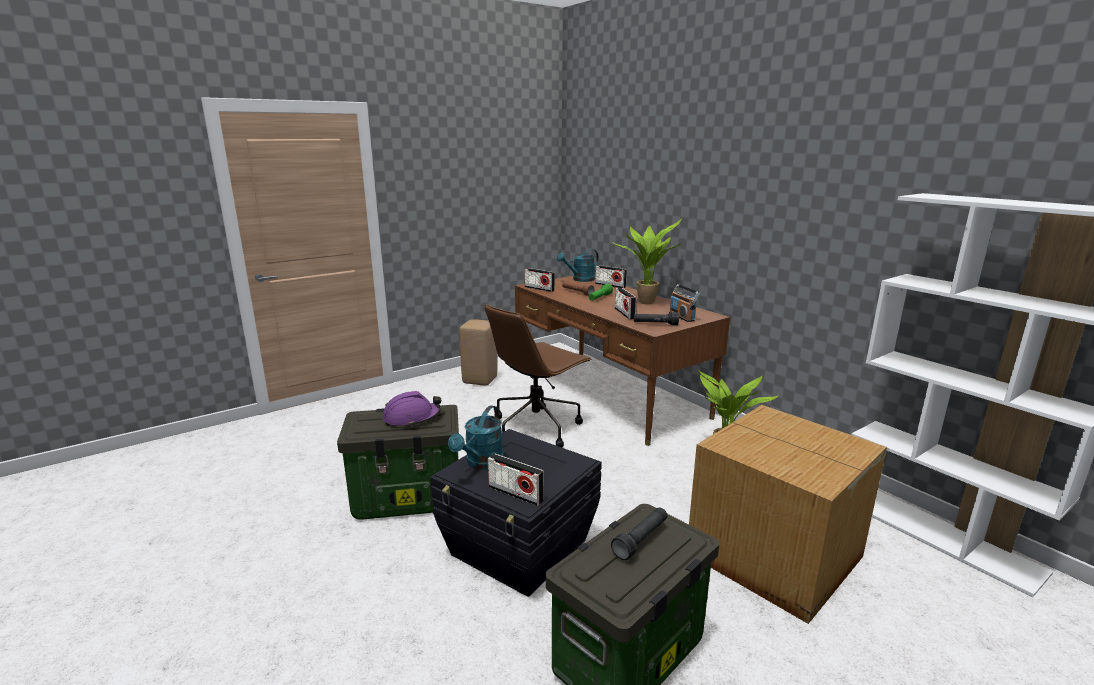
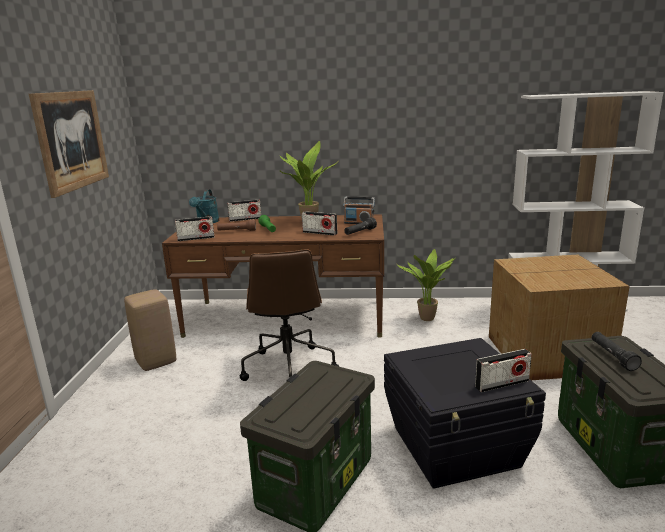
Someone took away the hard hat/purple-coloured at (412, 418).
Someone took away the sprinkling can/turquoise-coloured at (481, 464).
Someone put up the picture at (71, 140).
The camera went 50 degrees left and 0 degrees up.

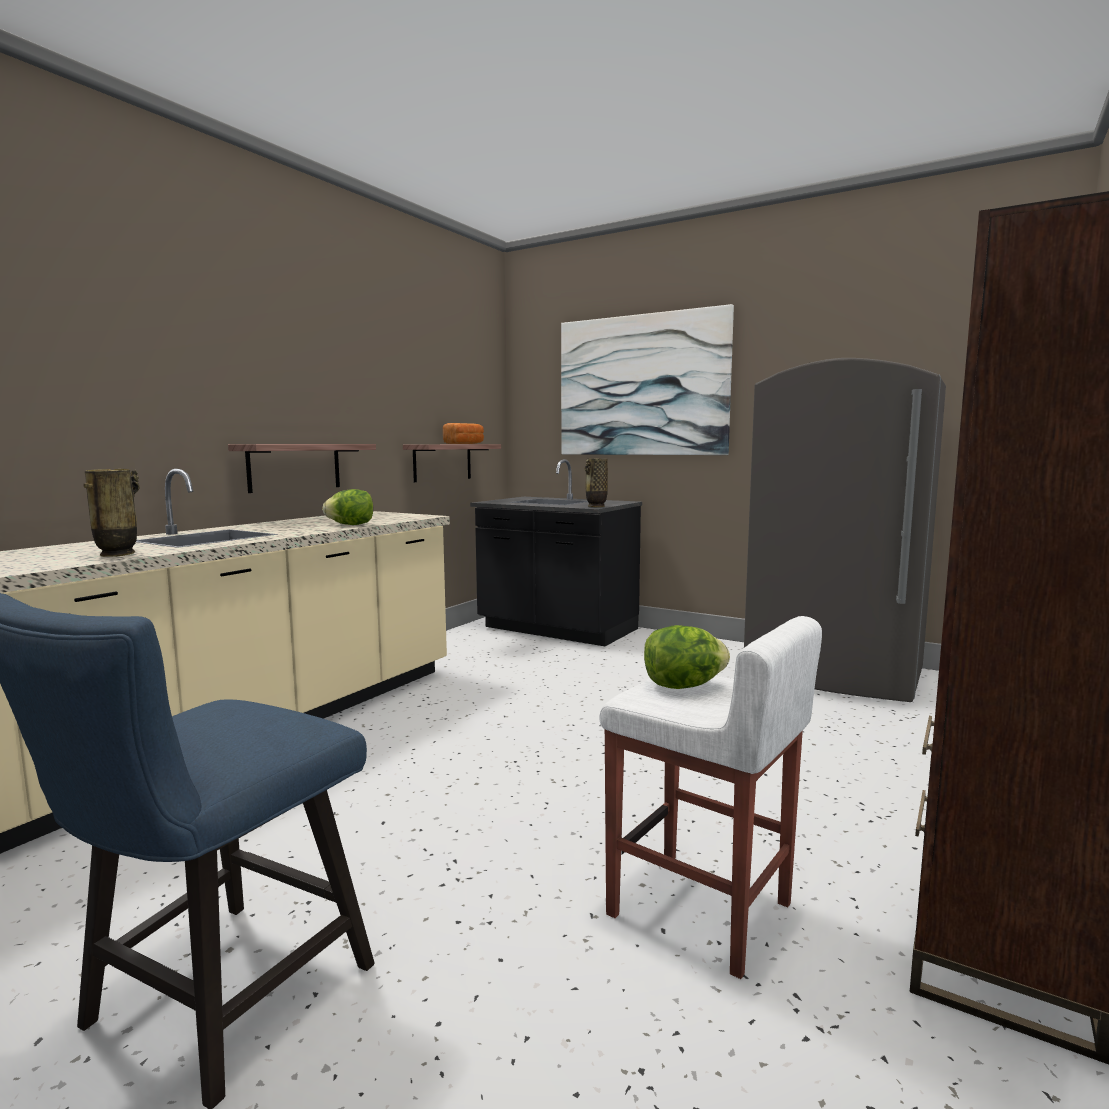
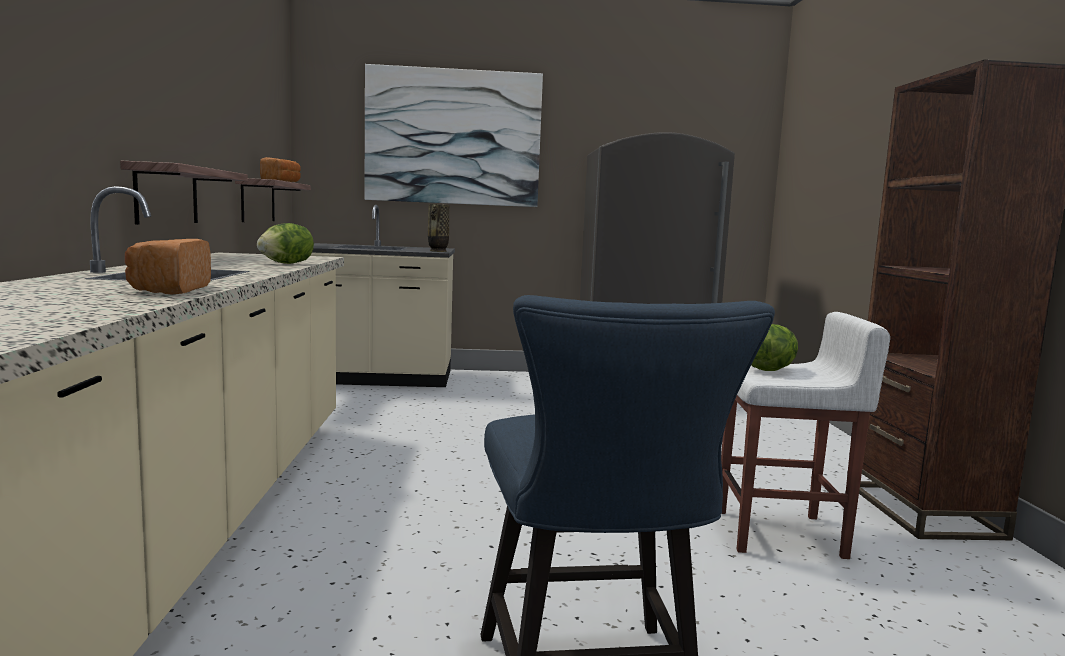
Someone swapped the vase at (118, 554) for the bread at (169, 289).
Someone repainted the kitchen base unit/black-coloured at (557, 629), which became the kitchen base unit/beige at (377, 378).
The camera went 35 degrees left and 0 degrees up.

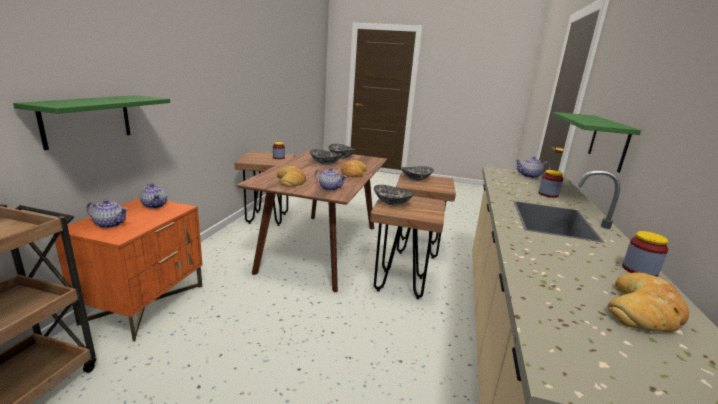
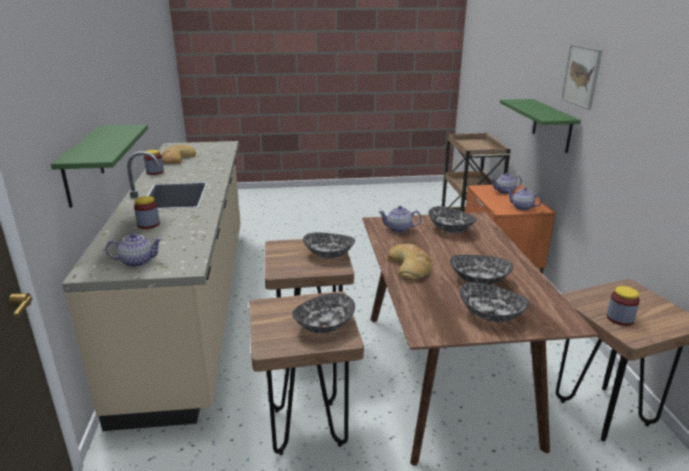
Someone put up the picture at (581, 76).
Someone swapped the bread at (291, 181) for the serving bowl at (451, 229).
The camera went 160 degrees right and 5 degrees up.

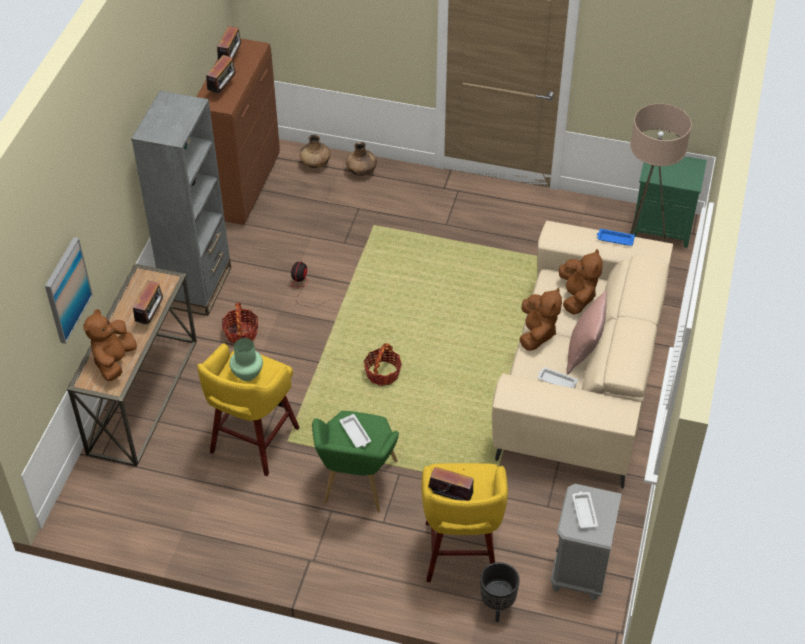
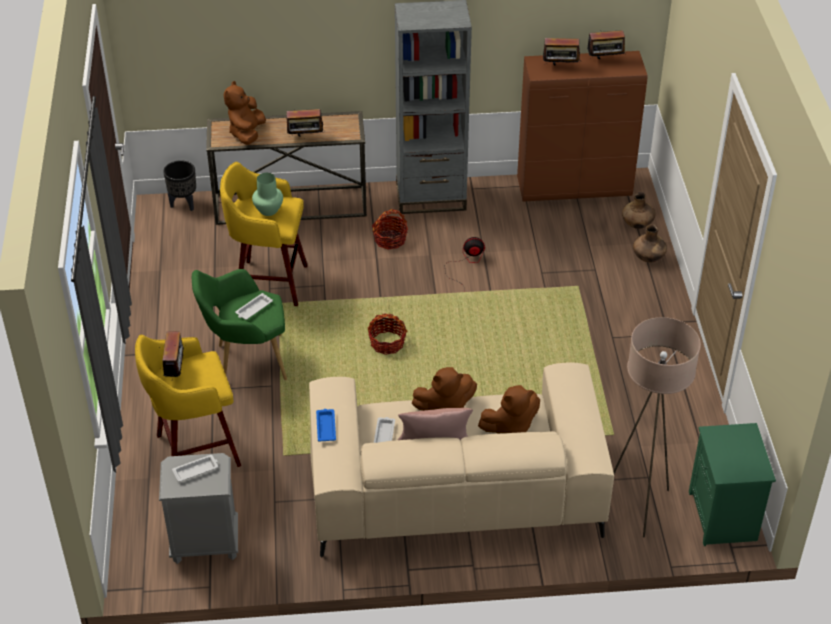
Someone took away the picture at (67, 290).
Someone carried the flower pot/black-coloured from (497, 607) to (183, 204).
Someone carried the serving tray/blue-coloured from (614, 239) to (326, 427).
Someone rotated the soft toy/brown at (114, 361) by 75 degrees counterclockwise.
The camera went 70 degrees right and 5 degrees down.

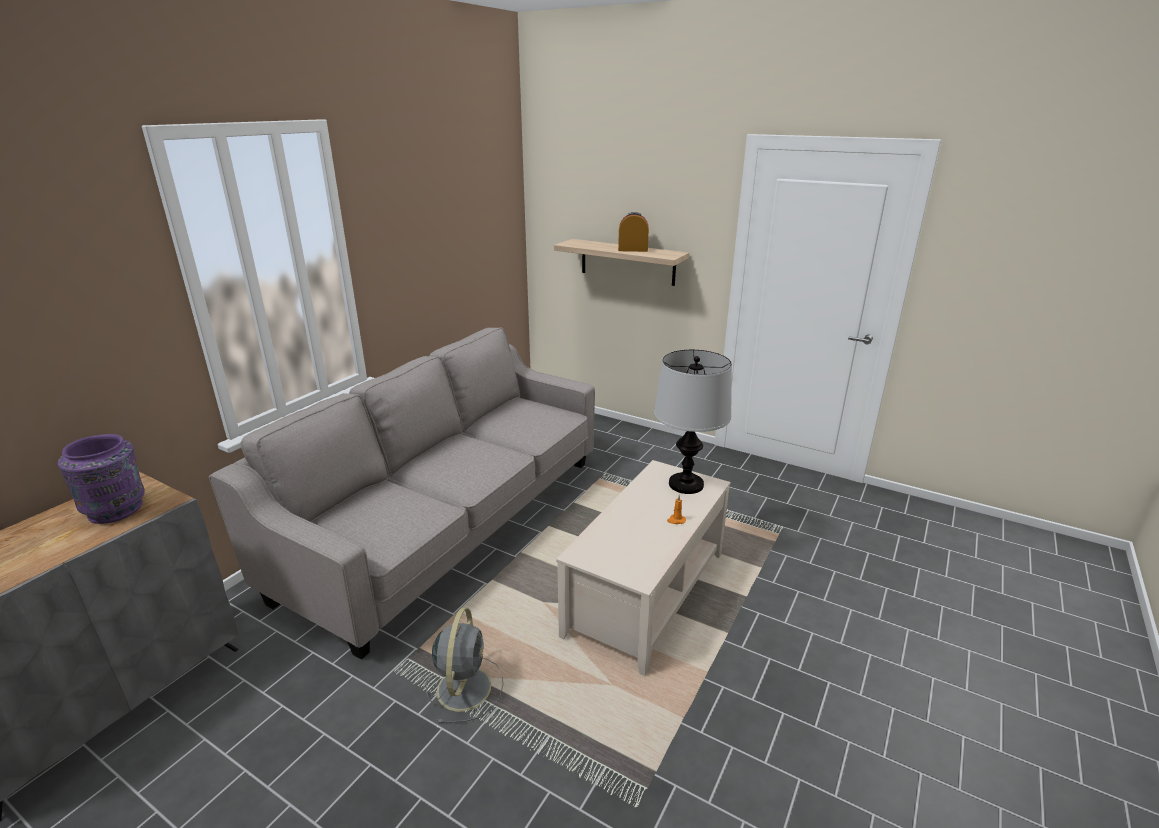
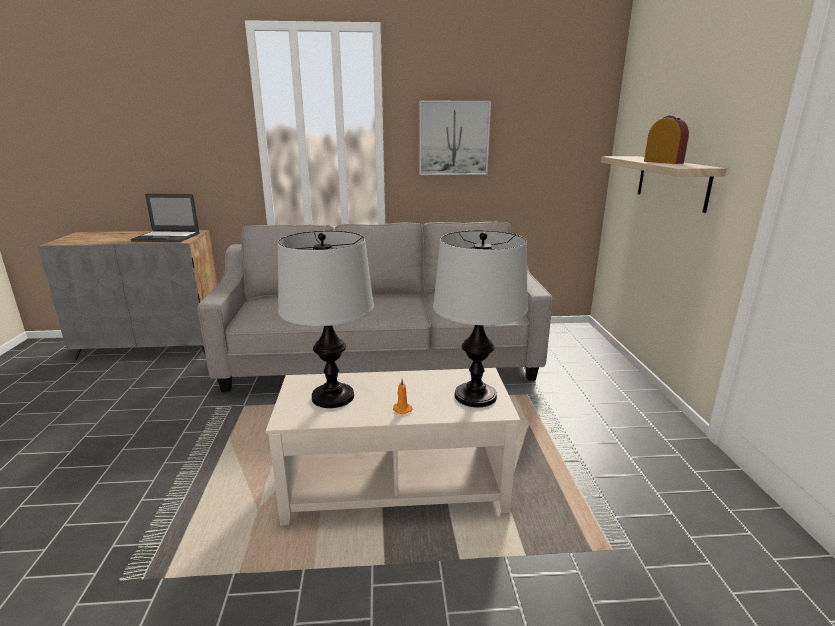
Someone took away the cooling fan/greyish at (465, 686).
Someone put down the table lamp at (332, 396).
Someone put up the picture at (453, 138).
Someone swapped the vase/purple-coloured at (117, 510) for the notebook computer at (167, 237).
The camera went 55 degrees right and 5 degrees down.

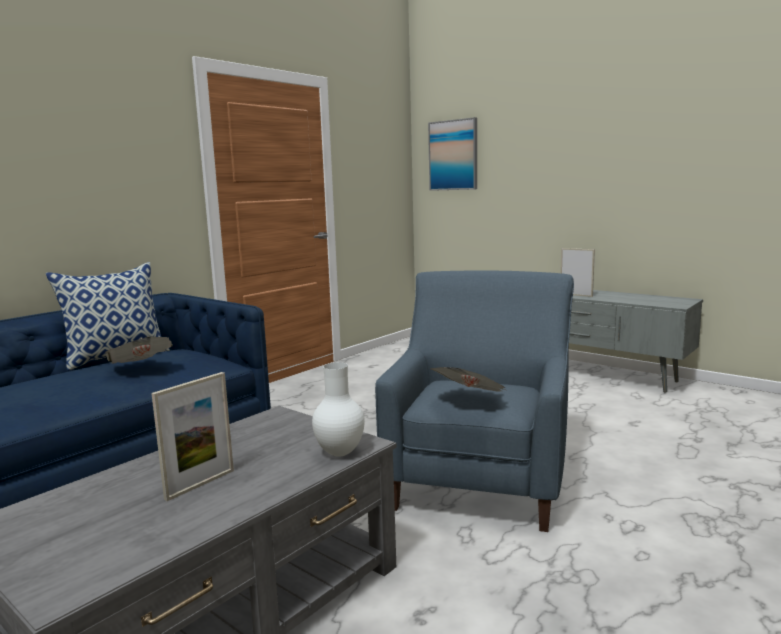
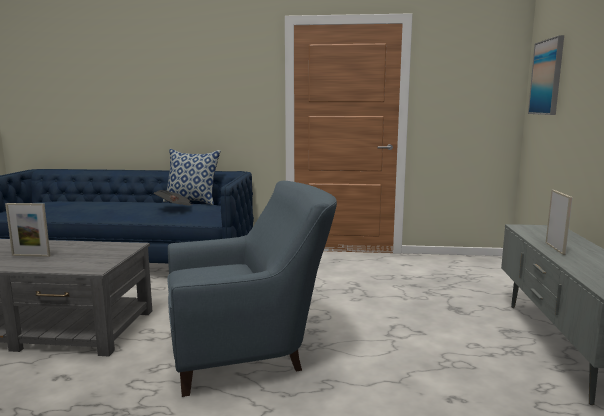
Someone took away the vase/white-coloured at (341, 453).
Someone took away the daily paper at (471, 400).
The camera went 55 degrees right and 0 degrees up.

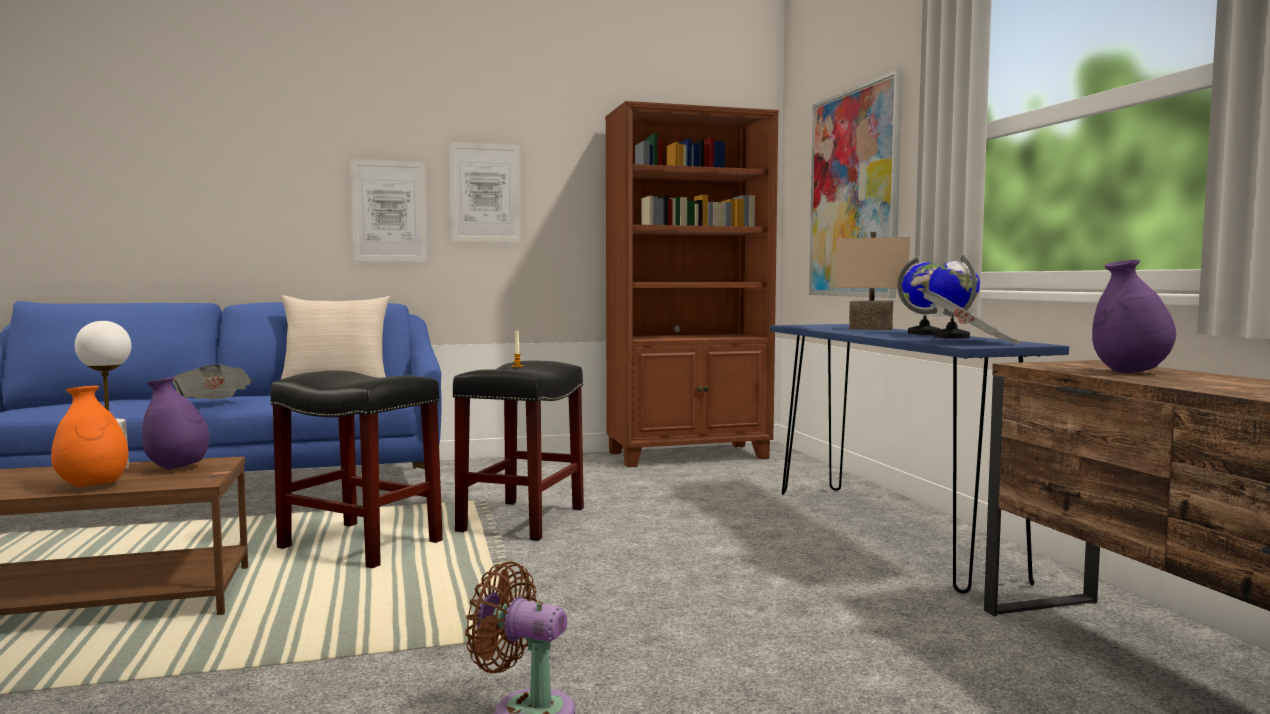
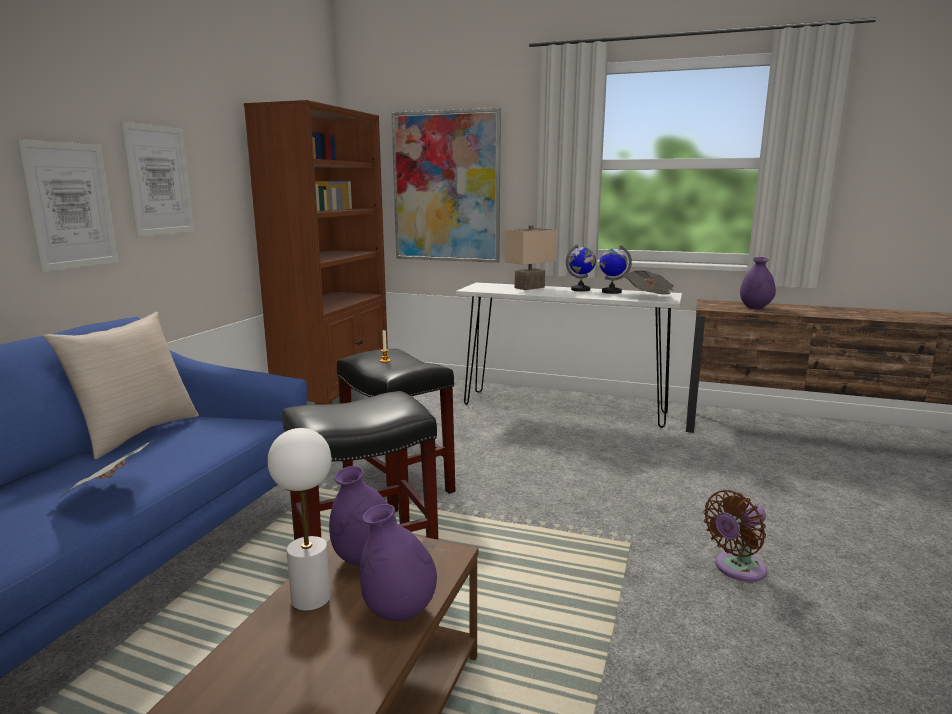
Someone repainted the vase/orange at (92, 486), which became the vase/purple-coloured at (399, 613).
Someone repainted the console table/blue-coloured at (886, 531), which became the console table/white-coloured at (563, 408).
The camera went 55 degrees left and 10 degrees up.

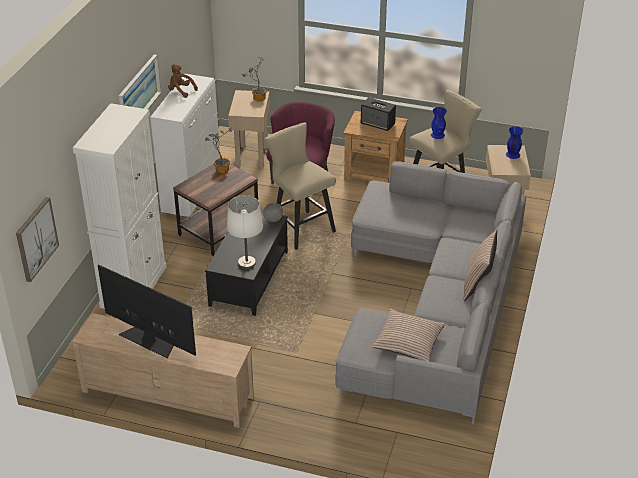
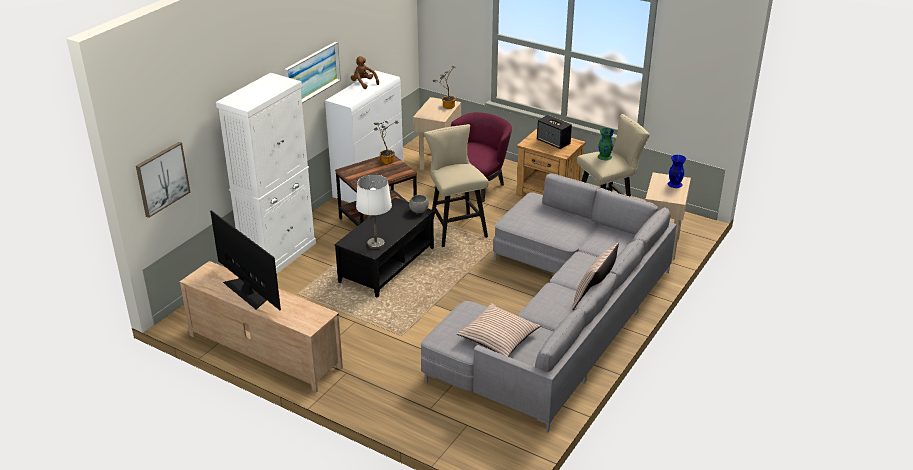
Someone repainted the vase/blue-coloured at (438, 135), which became the vase/green at (604, 157).
The camera went 15 degrees right and 5 degrees down.

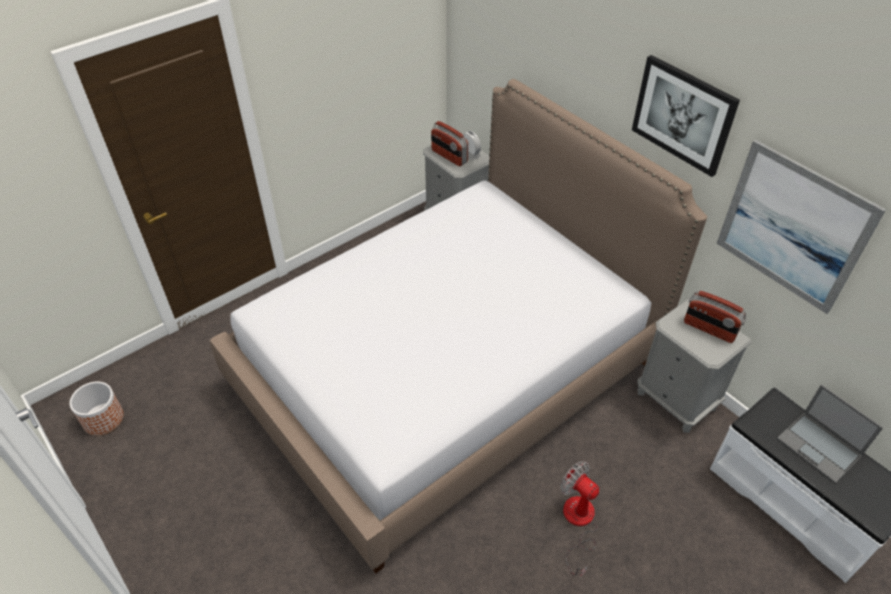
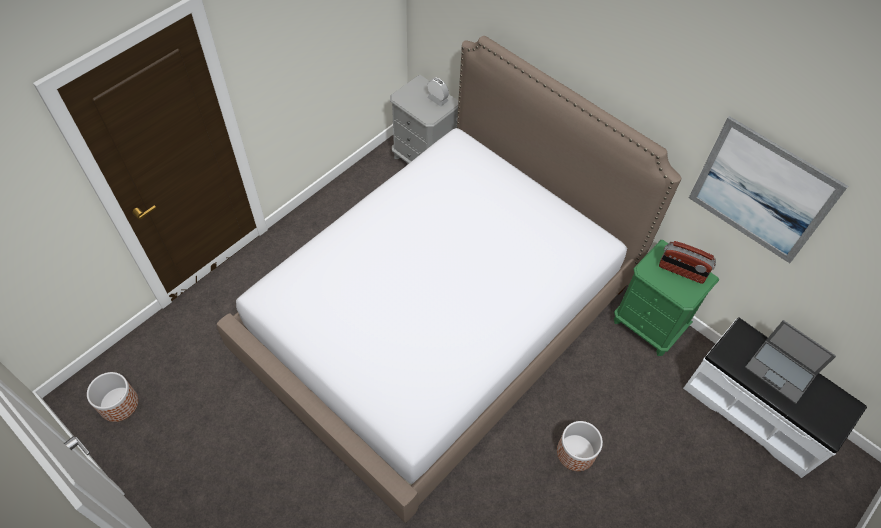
Someone took away the radio at (449, 156).
Someone took away the picture at (683, 115).
Someone swapped the cooling fan at (578, 523) for the flower pot at (576, 452).
Someone repainted the night table/greyish at (676, 400), which became the night table/green at (648, 325).
The camera went 10 degrees left and 10 degrees up.

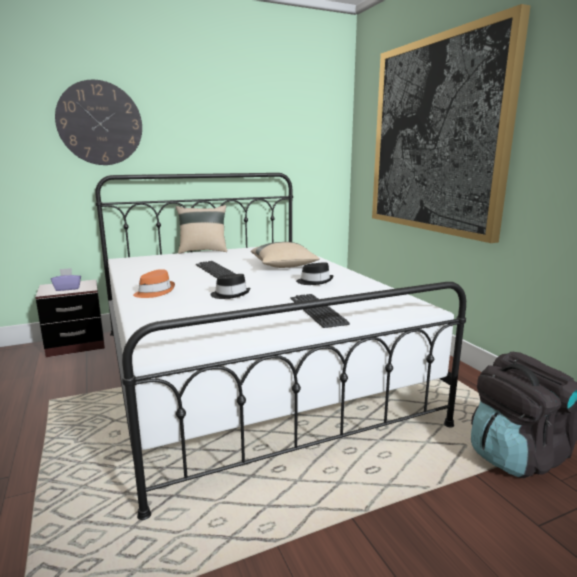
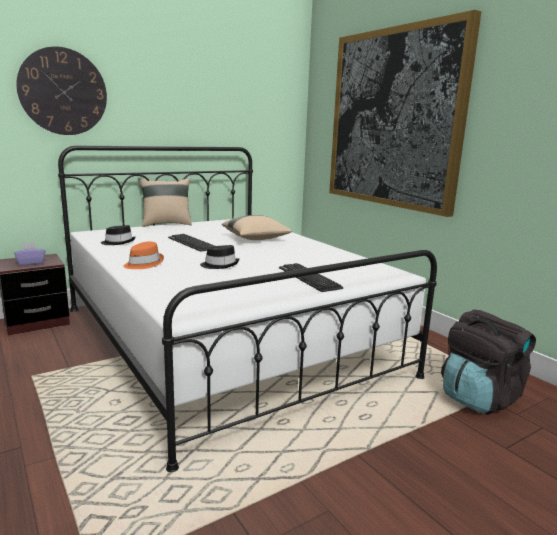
Someone carried the hat/black-coloured from (315, 281) to (118, 242).
The camera went 10 degrees left and 0 degrees up.

